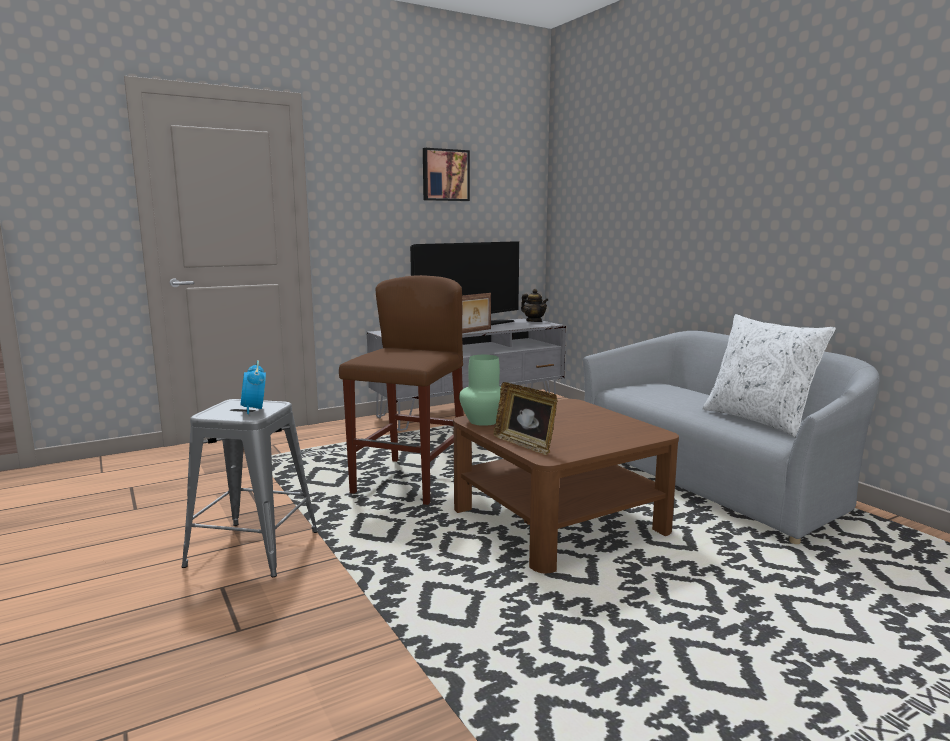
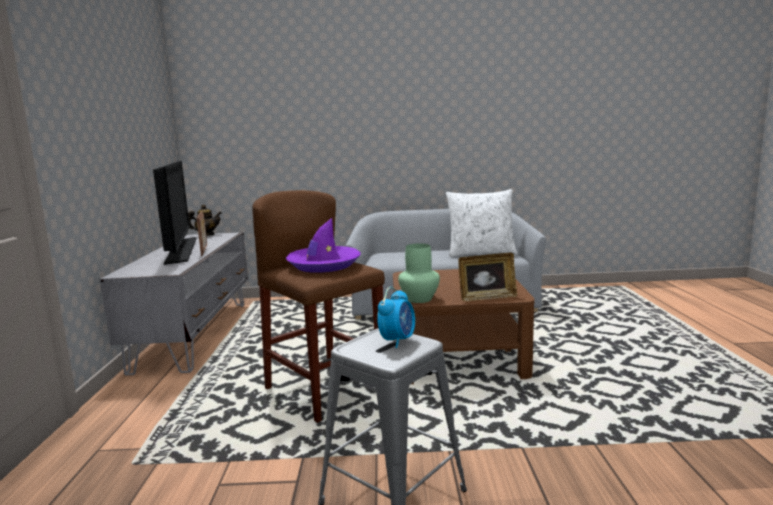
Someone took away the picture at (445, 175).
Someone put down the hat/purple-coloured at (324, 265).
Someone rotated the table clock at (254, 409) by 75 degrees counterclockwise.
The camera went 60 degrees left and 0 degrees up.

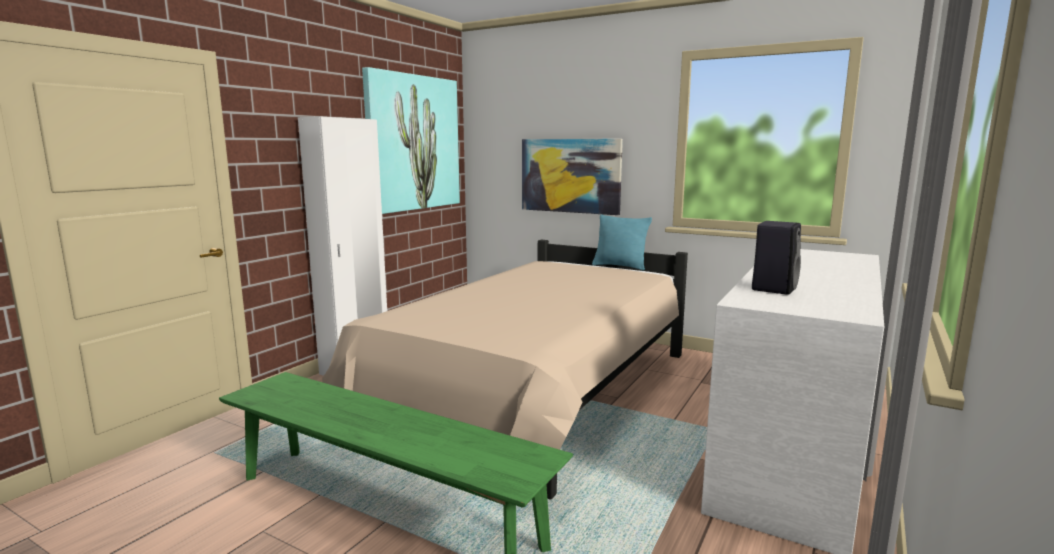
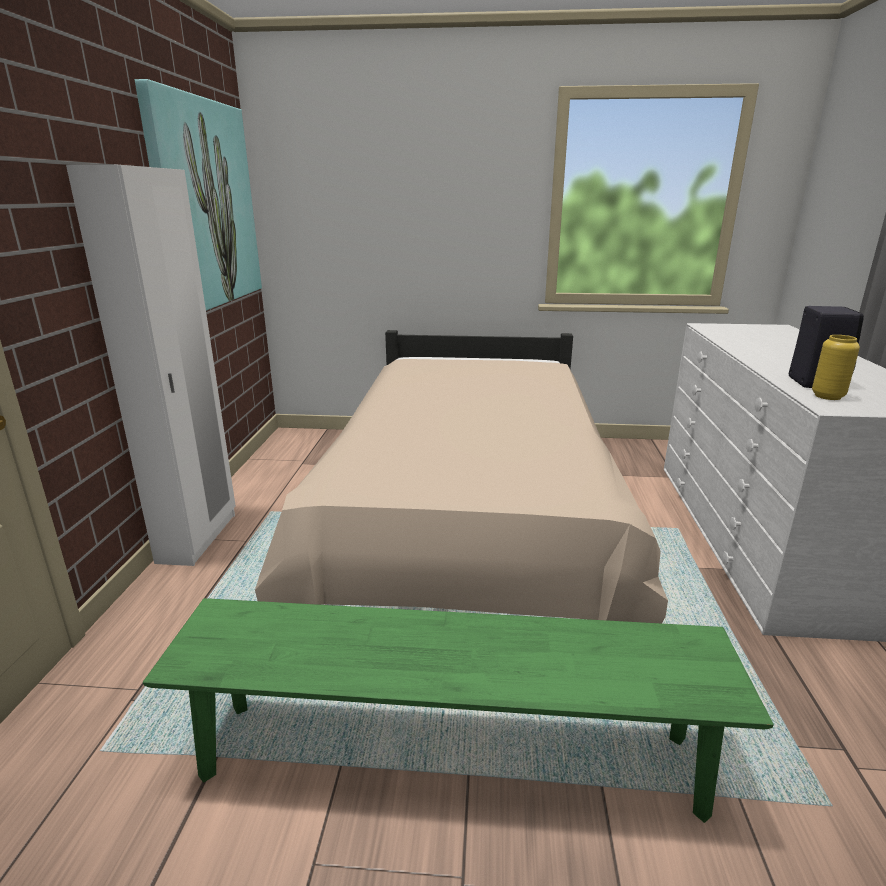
Someone took away the picture at (570, 175).
Someone took away the throw pillow/turquoise-coloured at (620, 266).
Someone put down the vase/yellow at (827, 396).
The camera went 25 degrees left and 10 degrees up.

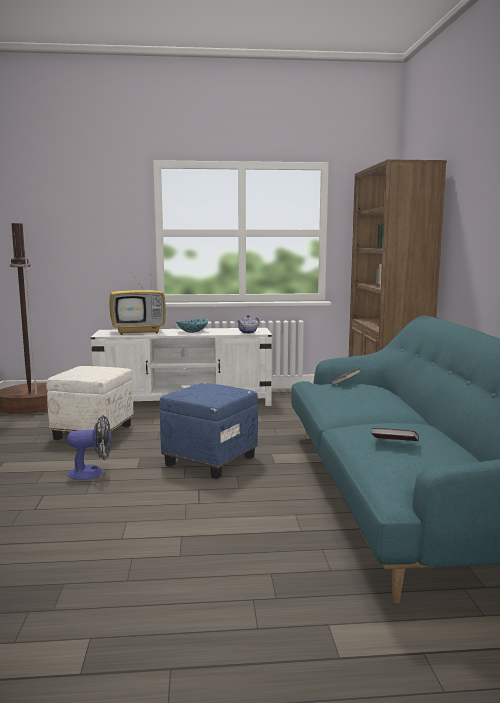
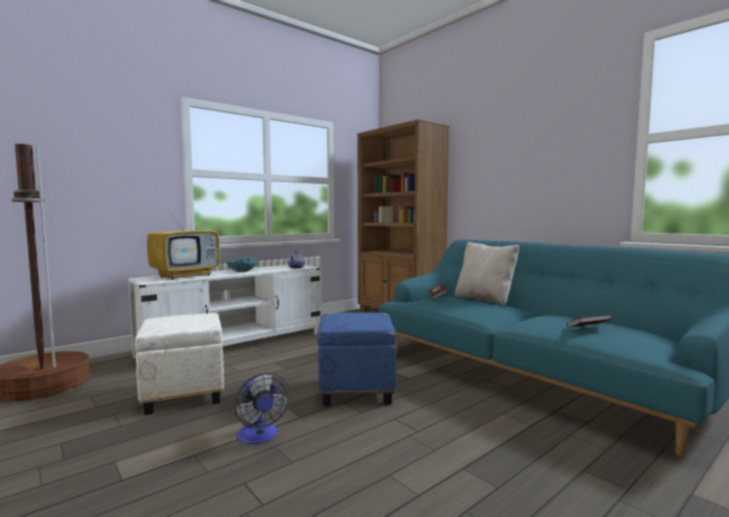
Someone put down the throw pillow/beige at (485, 300).
Someone rotated the cooling fan at (92, 472) by 105 degrees clockwise.
The camera went 35 degrees left and 5 degrees down.

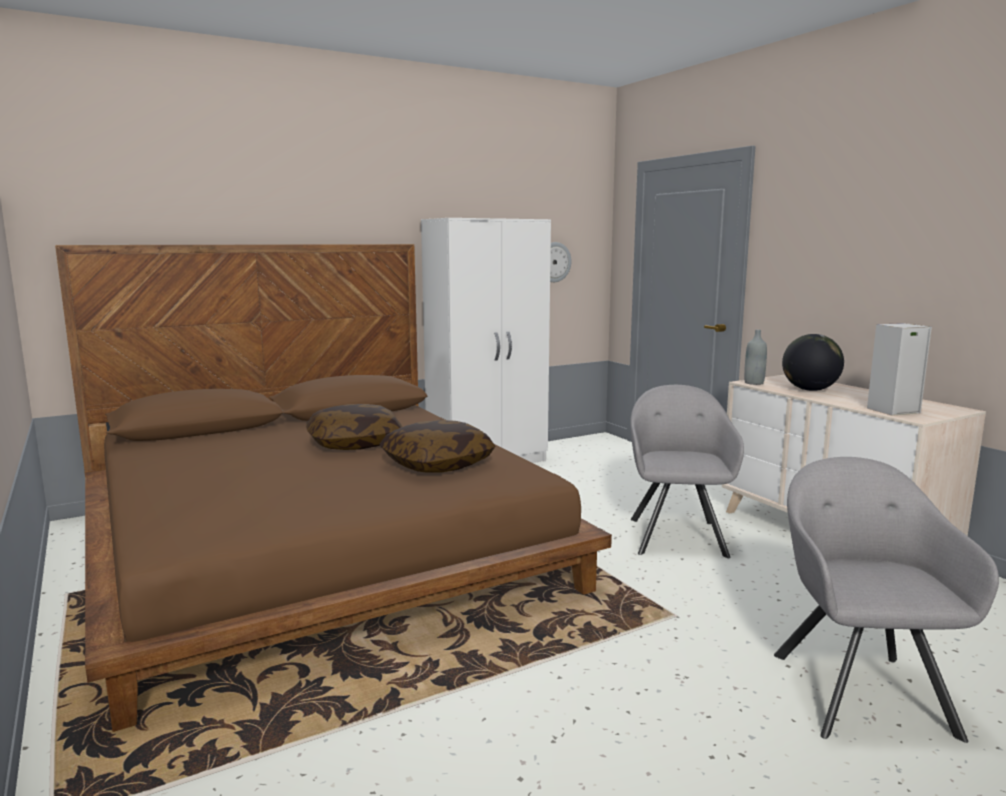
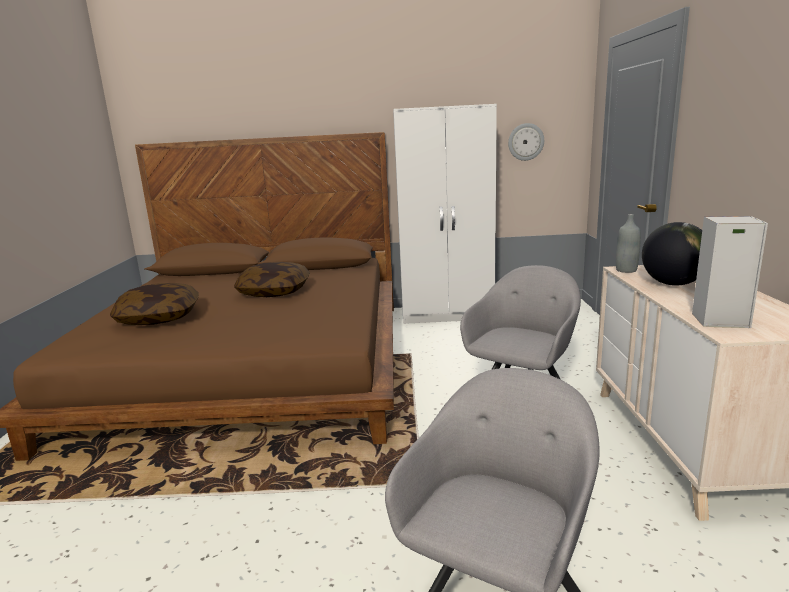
Someone carried the throw pillow from (437, 464) to (159, 317).
The camera went 30 degrees right and 5 degrees up.

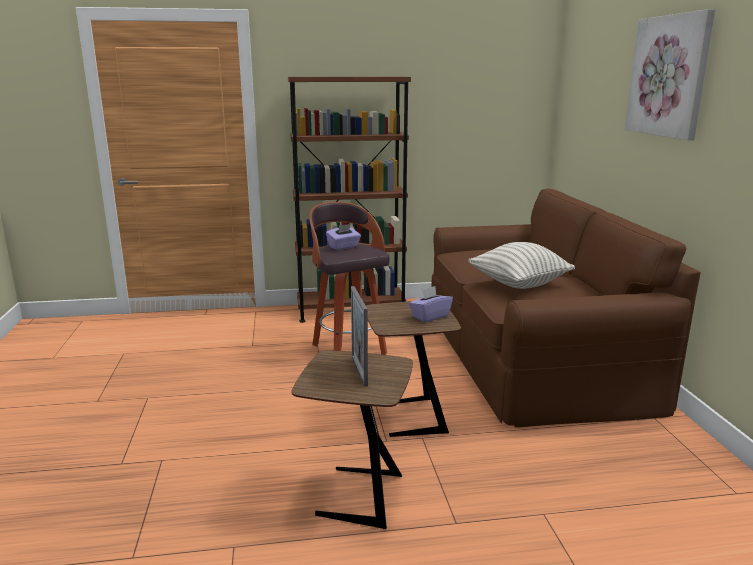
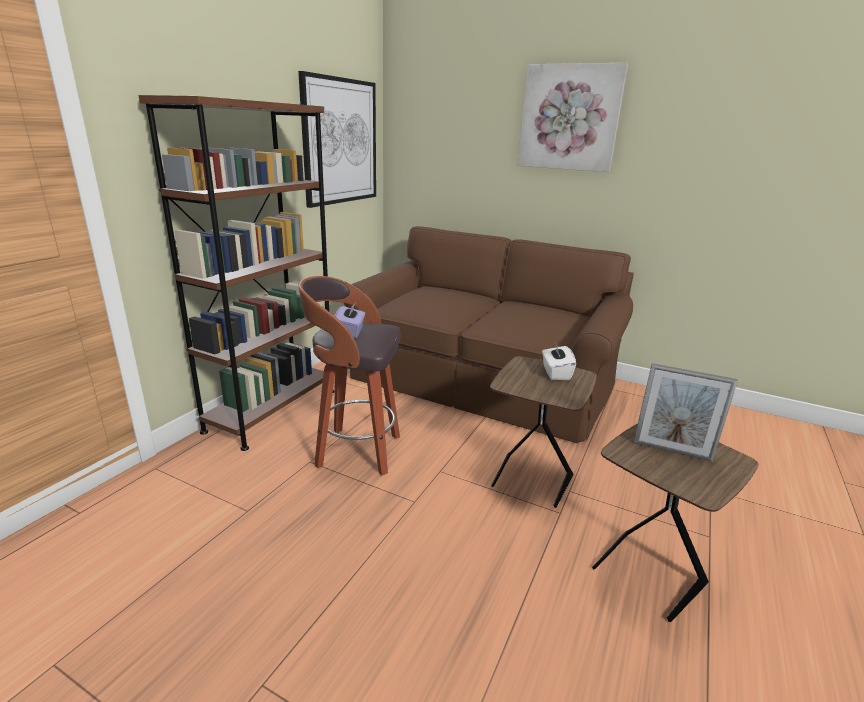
Someone took away the throw pillow at (519, 284).
Someone put up the picture at (340, 142).
Someone repainted the tissue box/purple-coloured at (430, 316), which became the tissue box/white-coloured at (555, 373).
The camera went 55 degrees left and 5 degrees up.

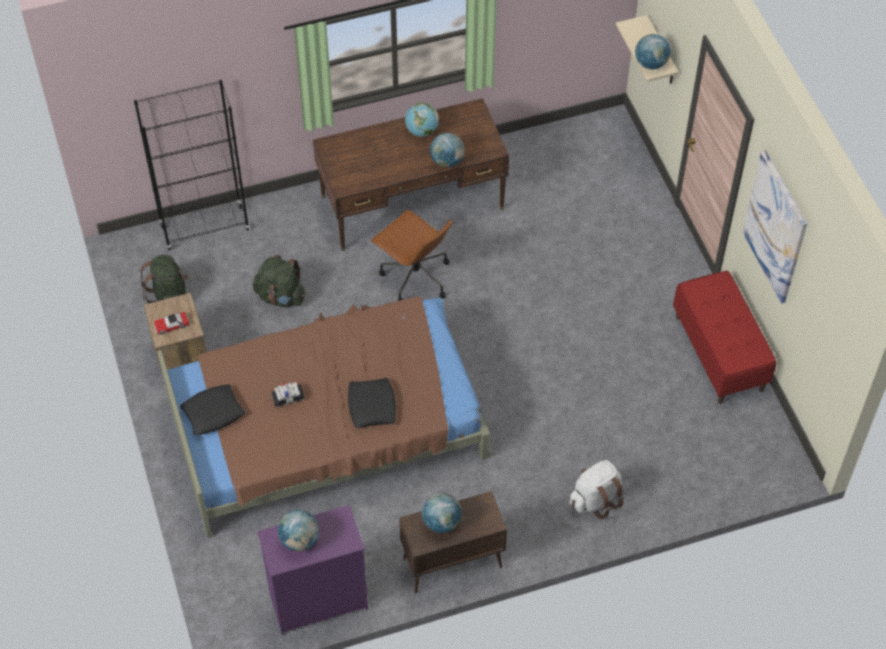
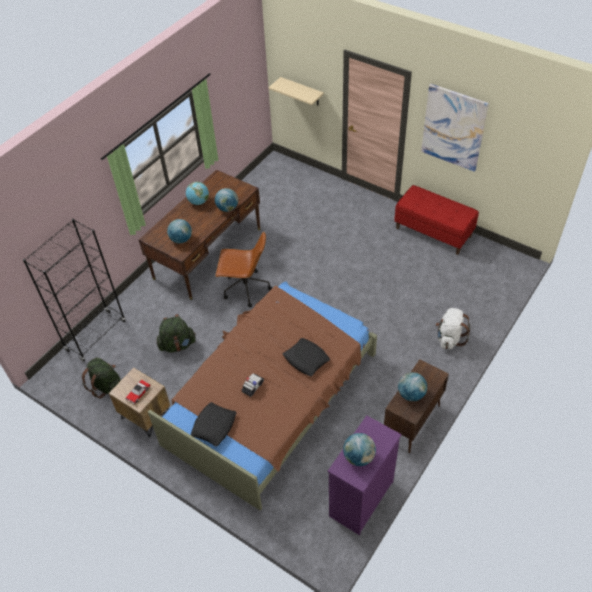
Someone carried the world globe from (651, 63) to (181, 239).
The camera went 35 degrees left and 5 degrees down.

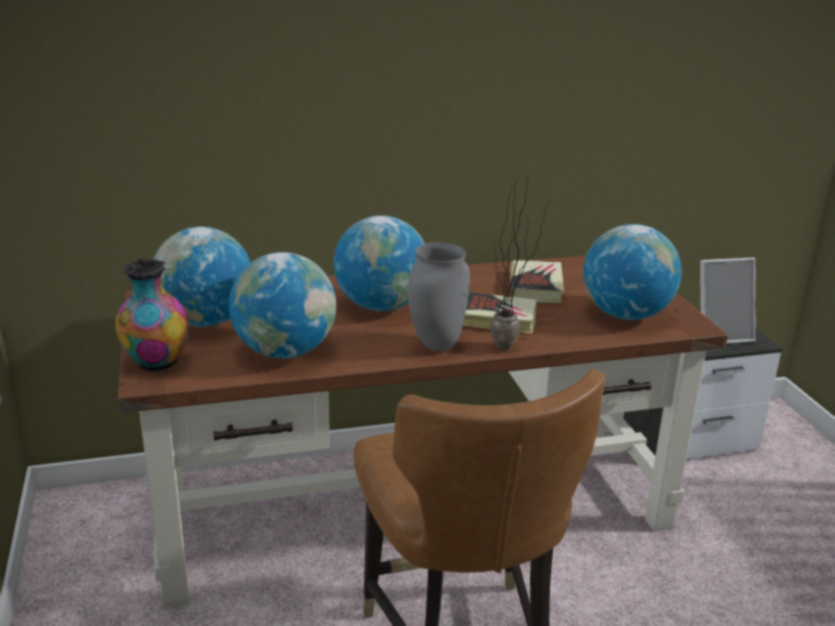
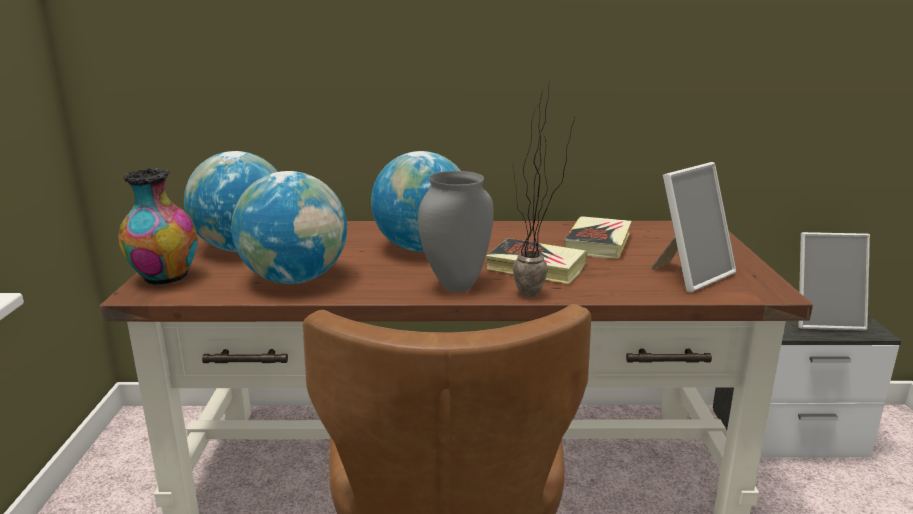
Someone swapped the world globe at (625, 315) for the photo frame at (689, 275).
The camera went 15 degrees right and 5 degrees down.

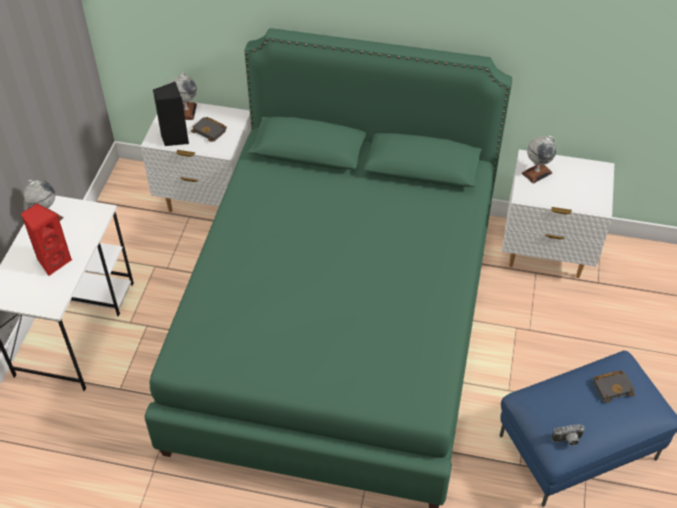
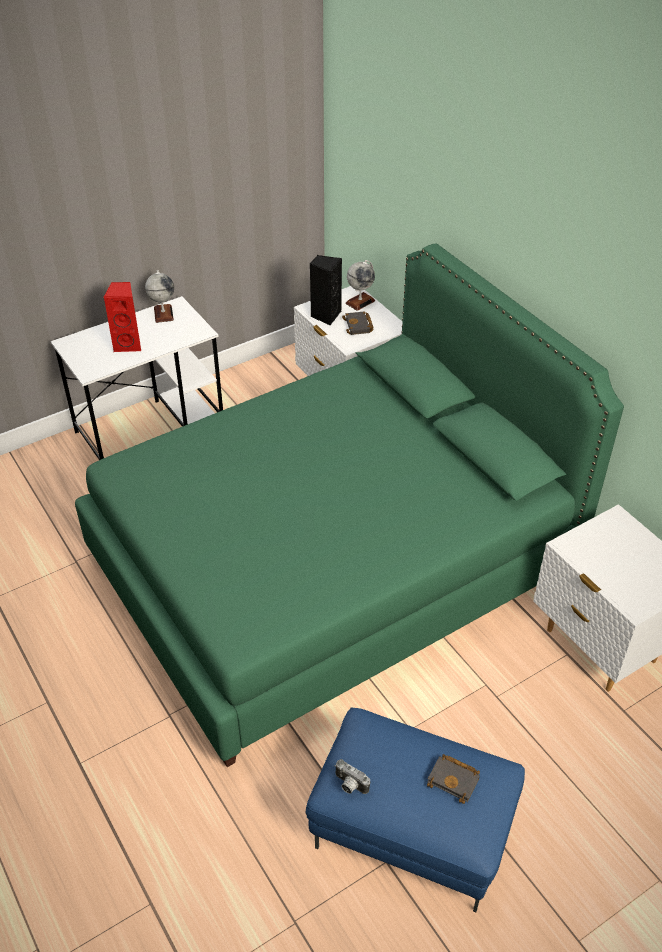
Someone took away the world globe at (536, 173).
The camera went 45 degrees right and 5 degrees down.

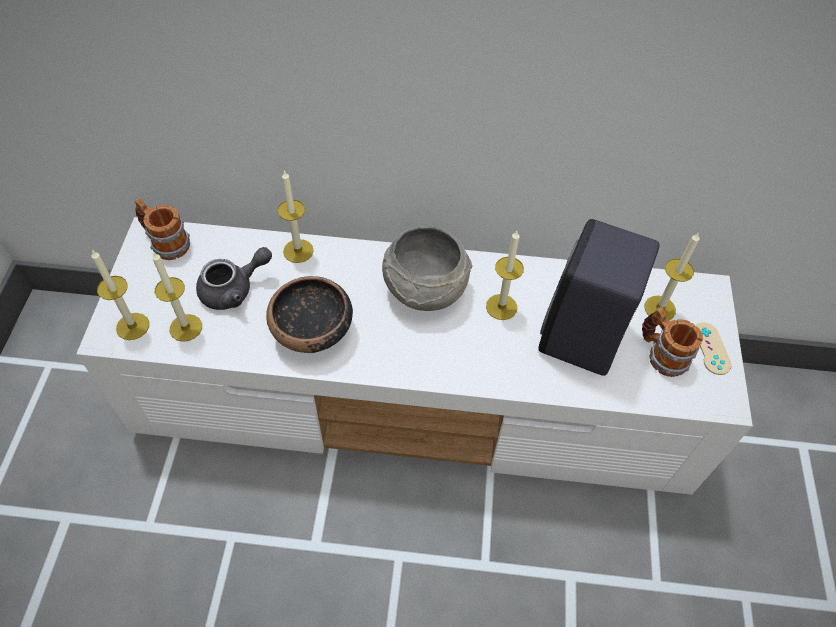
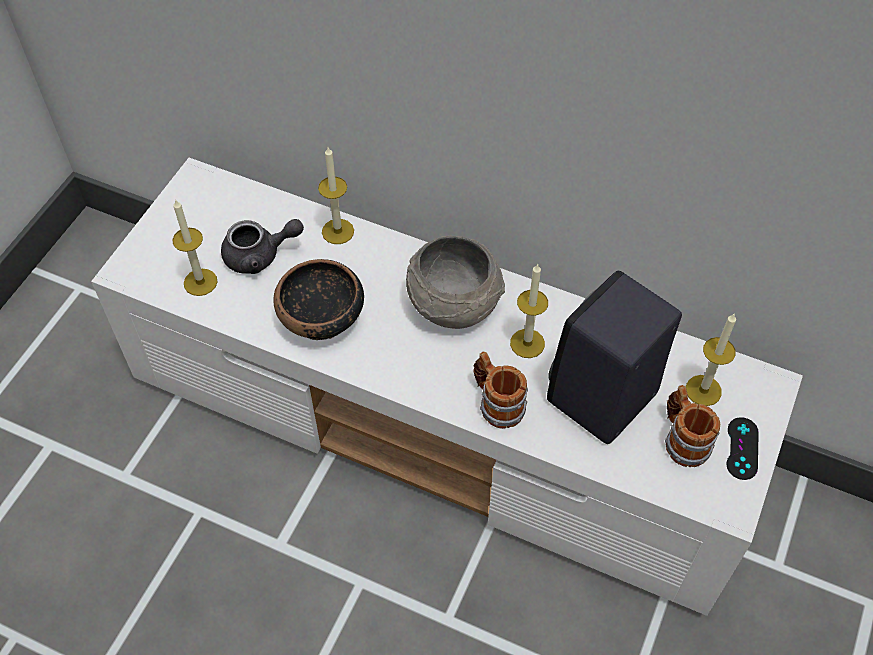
Someone took away the candle at (132, 326).
Someone carried the mug from (166, 242) to (496, 403).
Someone repainted the game controller/beige at (711, 348), which became the game controller/black-coloured at (742, 448).
The camera went 20 degrees right and 0 degrees up.

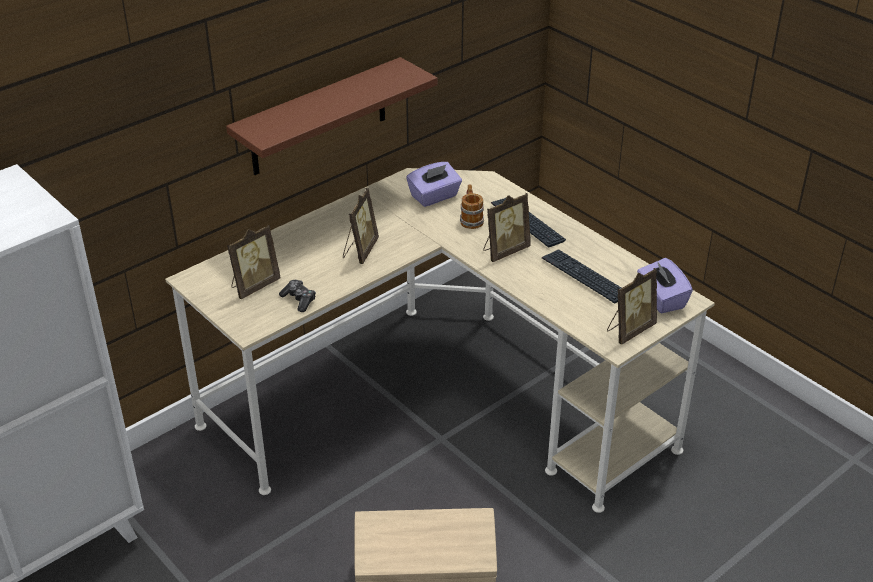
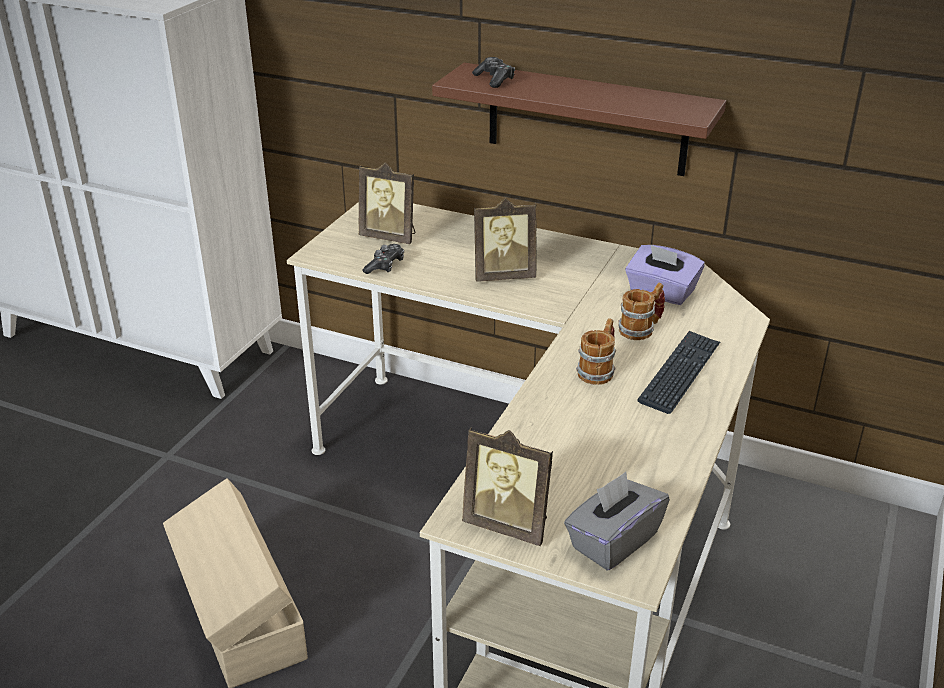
Someone took away the keyboard at (585, 277).
Someone put down the game controller at (494, 80).
Someone swapped the photo frame at (504, 251) for the mug at (598, 370).
Someone repainted the tissue box/purple-coloured at (661, 299), which became the tissue box/greyish at (613, 541).
The camera went 65 degrees right and 5 degrees down.

